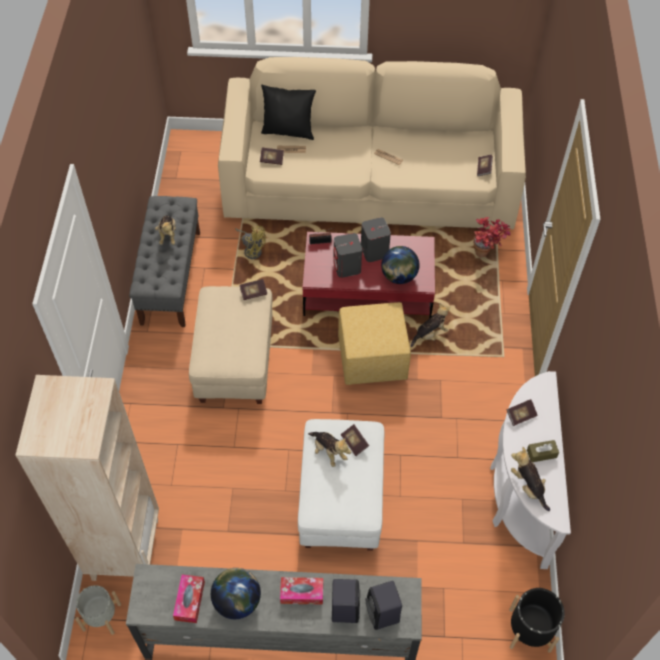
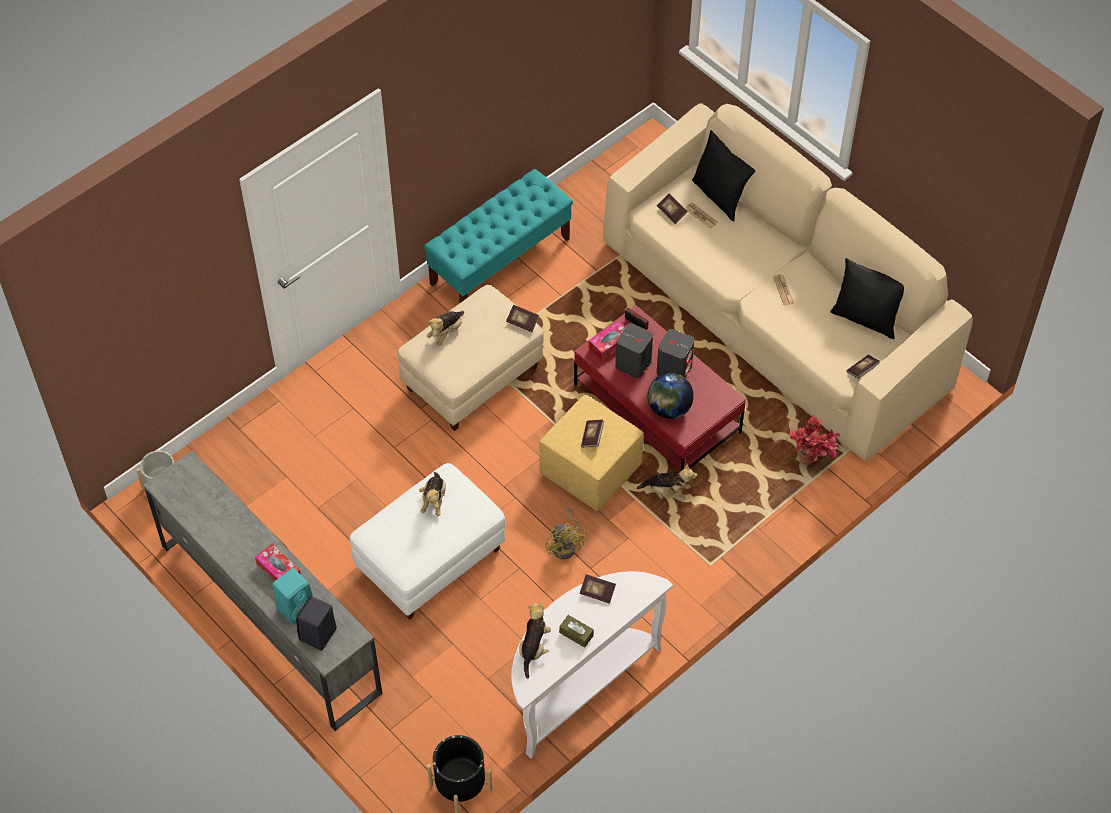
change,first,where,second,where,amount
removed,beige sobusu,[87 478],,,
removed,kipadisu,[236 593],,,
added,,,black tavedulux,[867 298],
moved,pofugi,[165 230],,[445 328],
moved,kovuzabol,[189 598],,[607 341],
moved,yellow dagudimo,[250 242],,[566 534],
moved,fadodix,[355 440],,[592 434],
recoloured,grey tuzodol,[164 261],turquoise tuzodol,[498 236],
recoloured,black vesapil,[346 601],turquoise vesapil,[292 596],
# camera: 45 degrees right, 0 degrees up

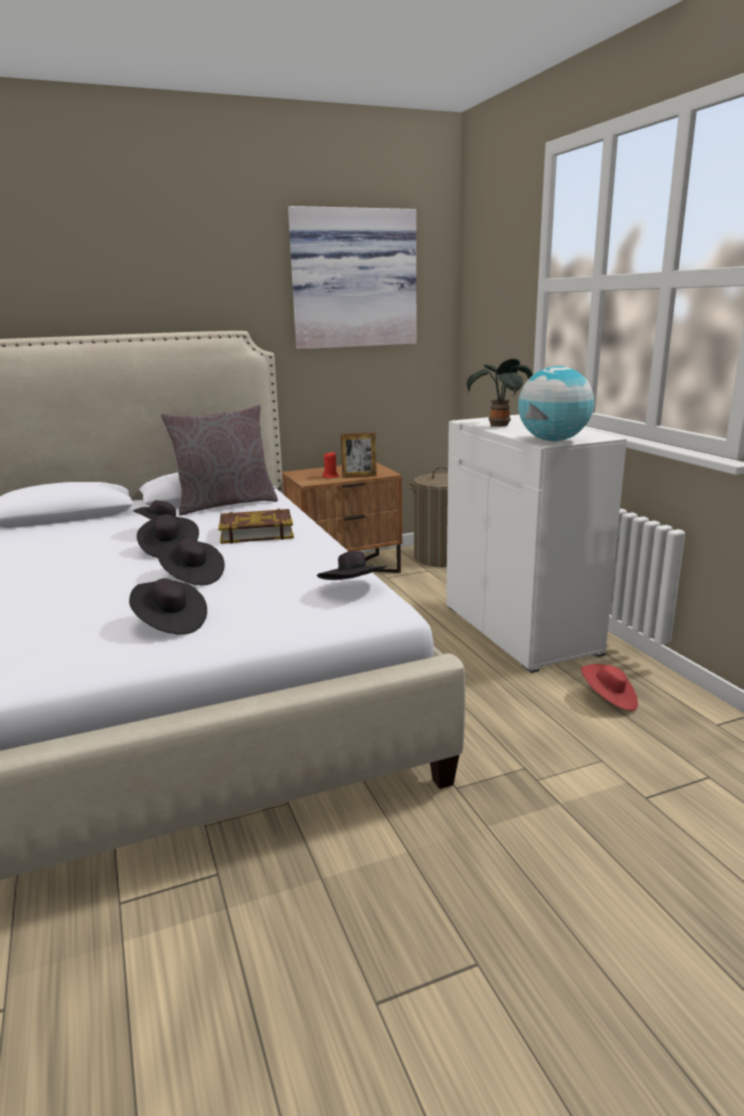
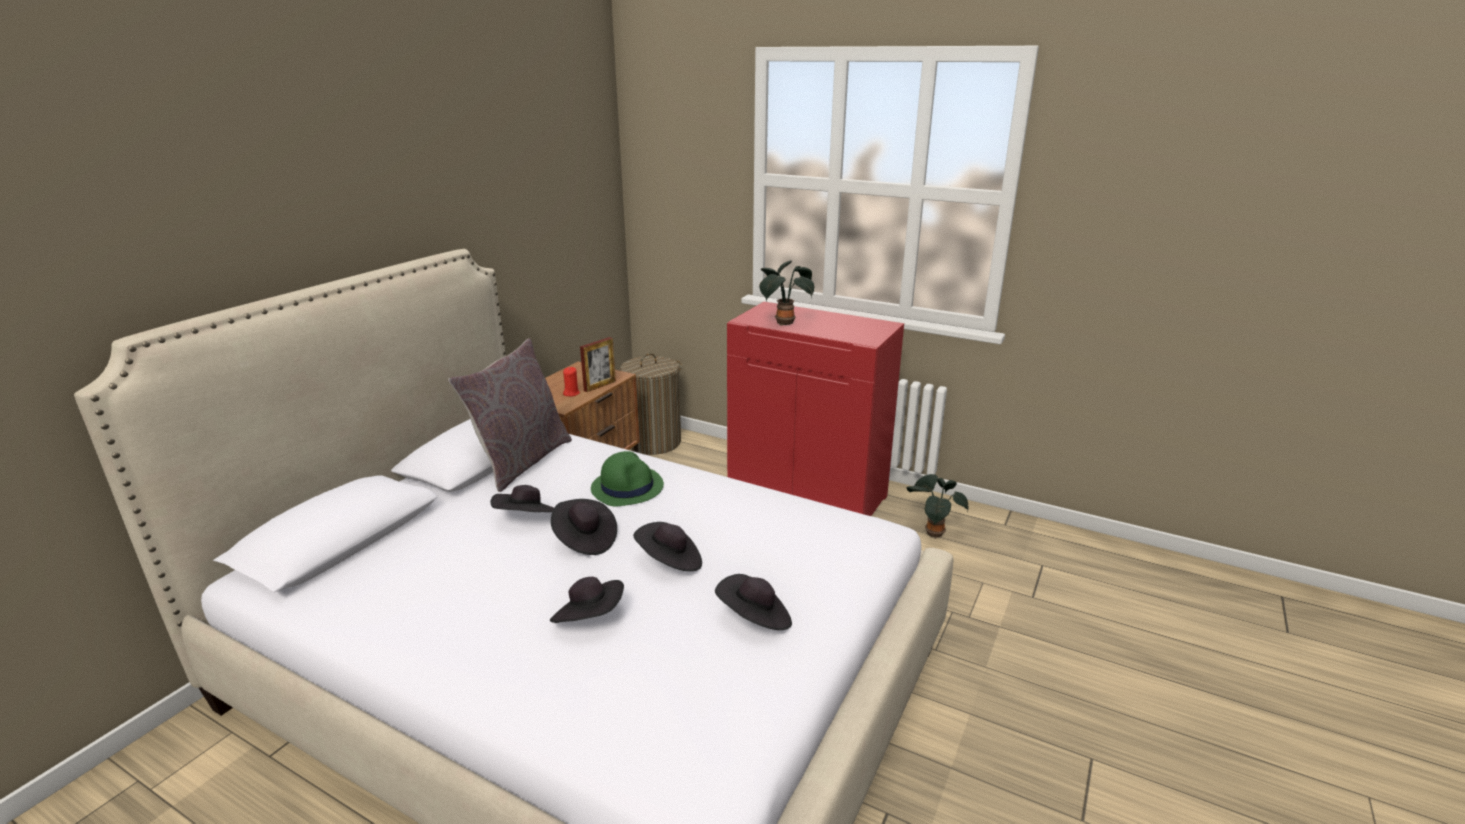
change,first,where,second,where,amount
removed,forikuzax,[352 278],,,
removed,kipadisu,[556 403],,,
moved,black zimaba,[352 565],,[587 600],
replaced,fadodix,[256 526],green zimaba,[627 478],
replaced,red zimaba,[609 687],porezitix,[937 506],
recoloured,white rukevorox,[536 544],red rukevorox,[815 409],
# camera: 40 degrees left, 5 degrees up

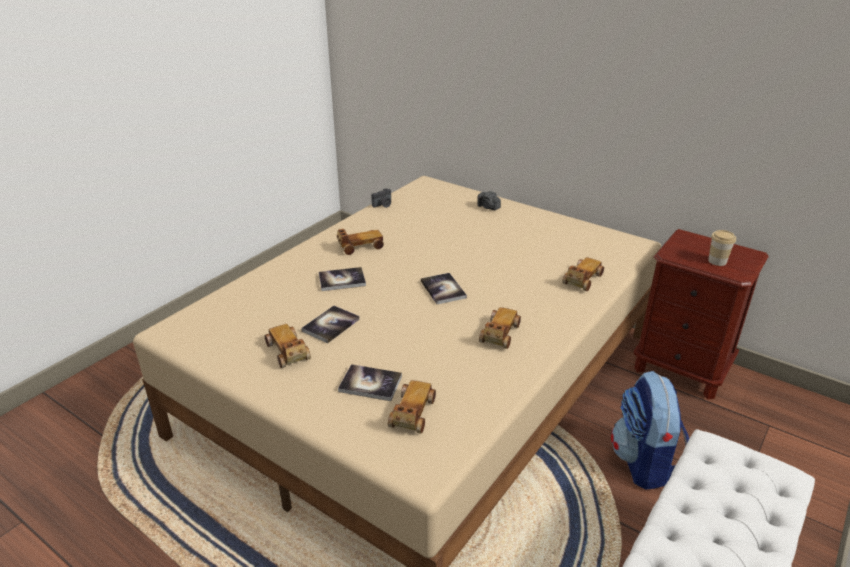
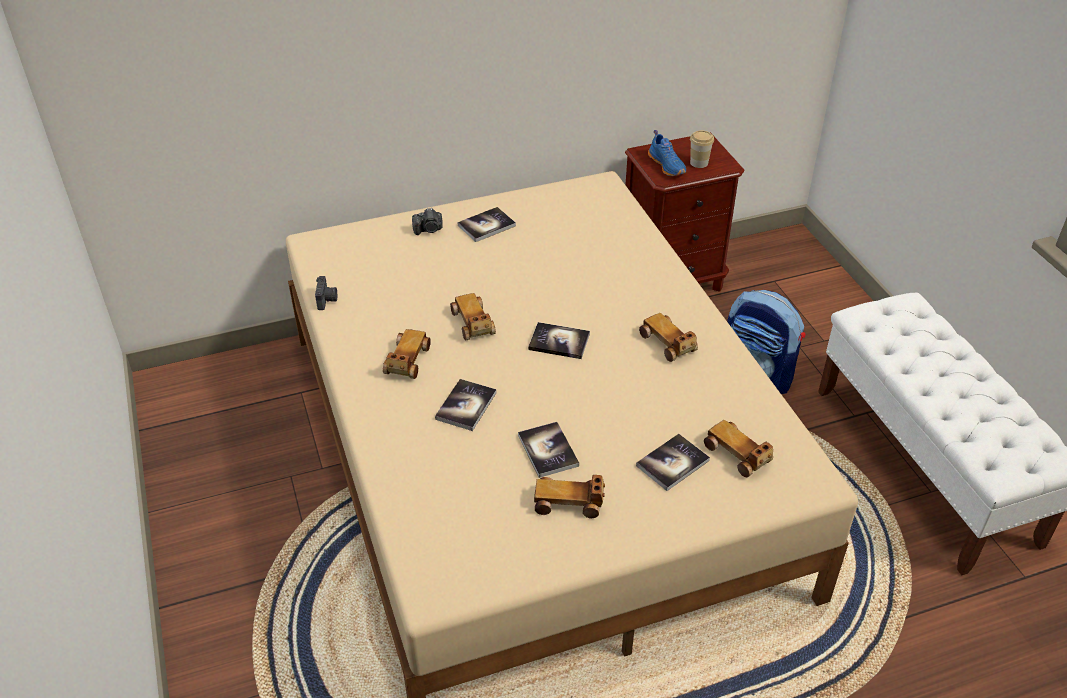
change,first,where,second,where,amount
added,,,fadodix,[487 224],
added,,,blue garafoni,[667 153],
moved,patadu,[583 274],,[473 317],
# camera: 55 degrees left, 10 degrees up

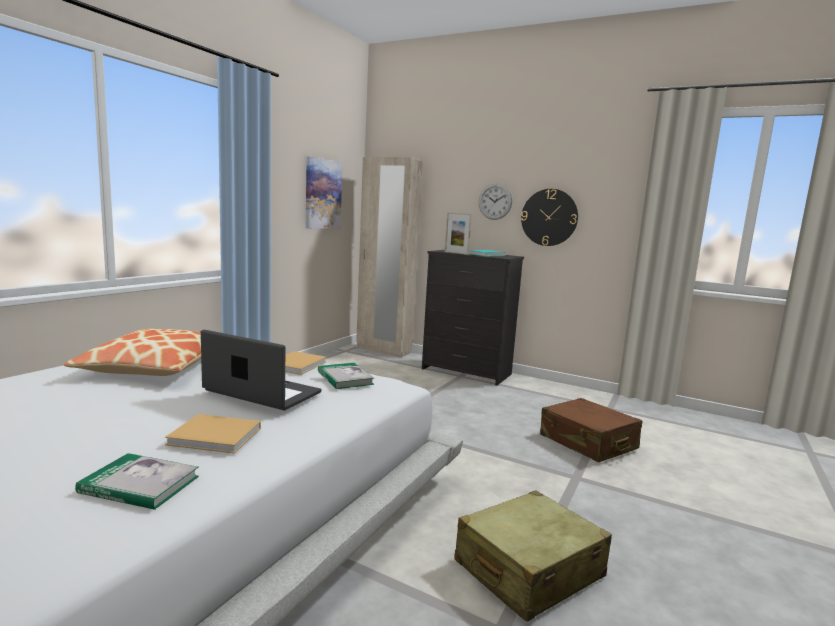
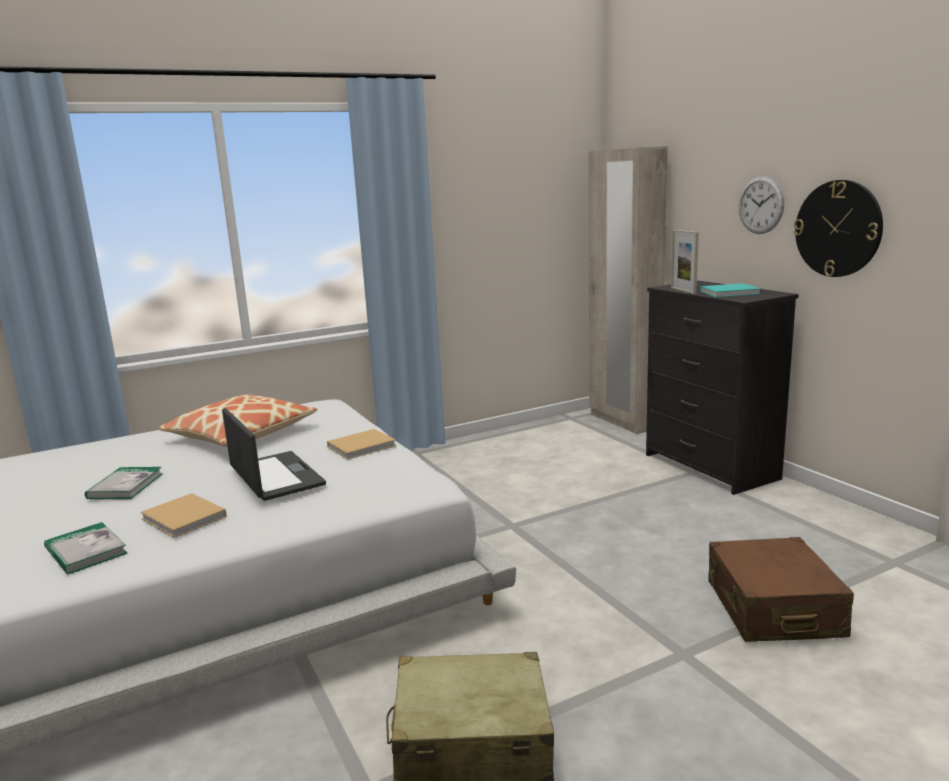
change,first,where,second,where,amount
removed,forikuzax,[324 193],,,
moved,fadodix,[346 376],,[124 483],
# camera: 35 degrees right, 5 degrees up

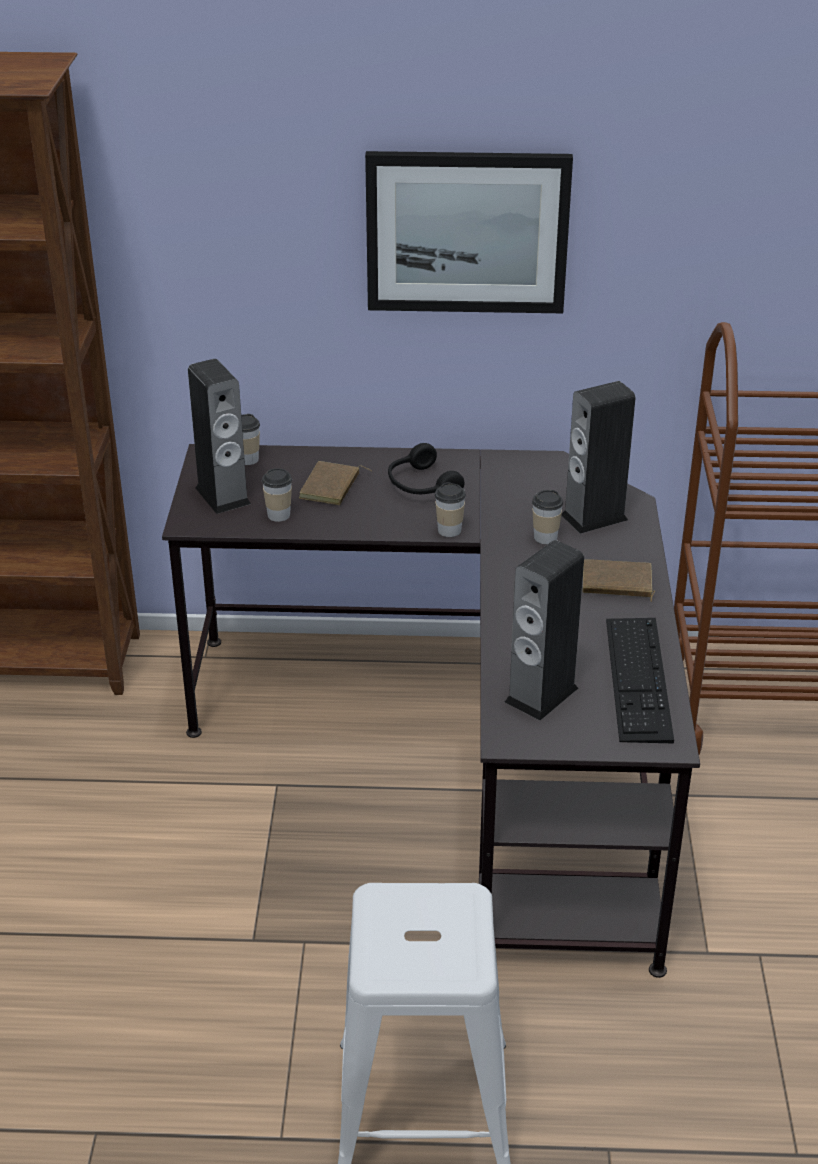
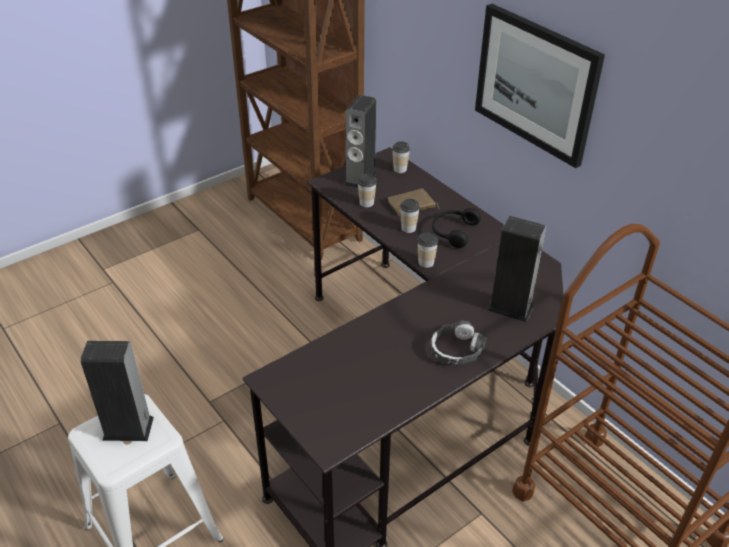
change,first,where,second,where,amount
removed,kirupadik,[640 680],,,
moved,vesapil,[544 630],,[117 391],
moved,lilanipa,[547 517],,[410 216],
replaced,brown fadodix,[618 580],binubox,[459 343],
# camera: 50 degrees right, 5 degrees up

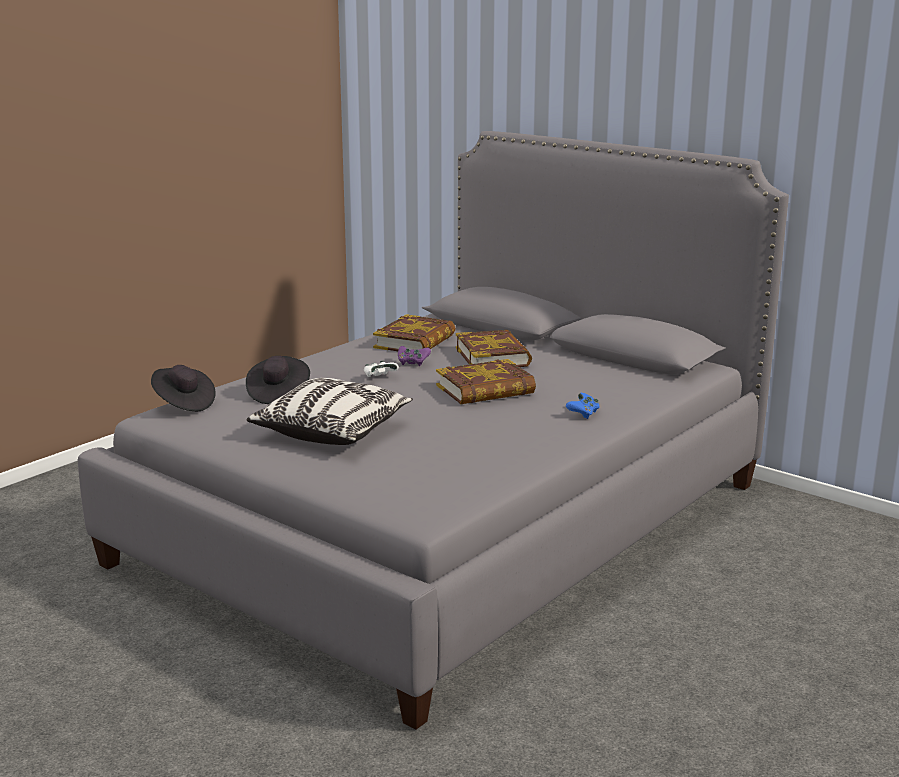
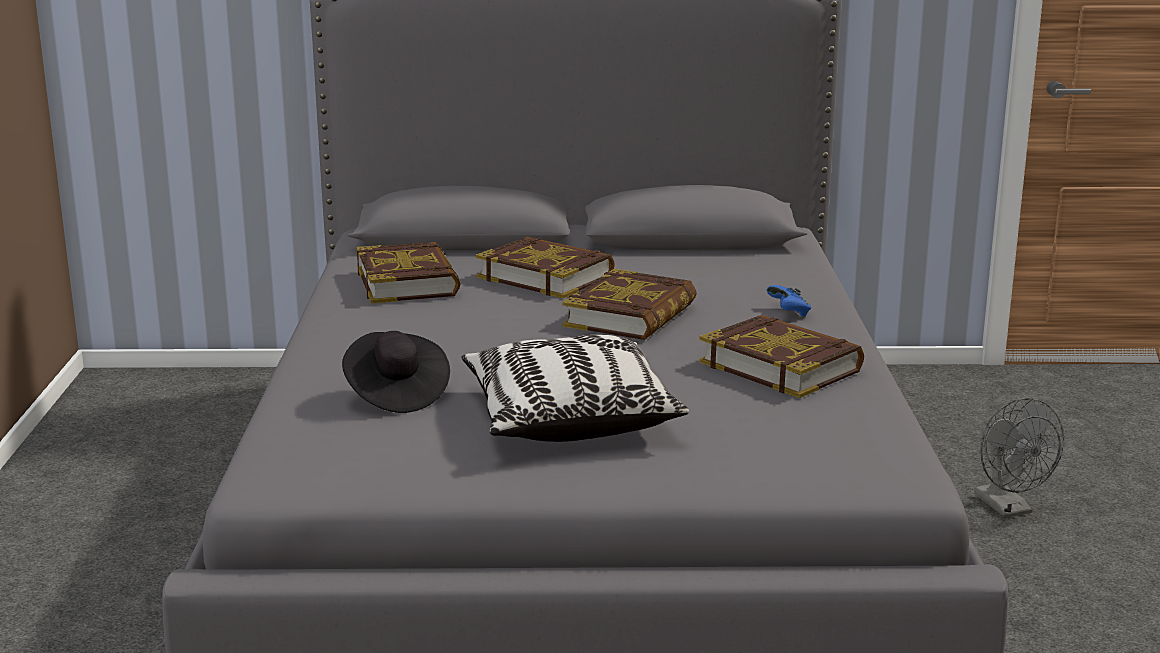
change,first,where,second,where,amount
removed,black zimaba,[183 388],,,
removed,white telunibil,[381 369],,,
removed,purple telunibil,[414 356],,,
added,,,fadodix,[781 356],
added,,,grey dagudimo,[1019 458],
# camera: 40 degrees left, 0 degrees up

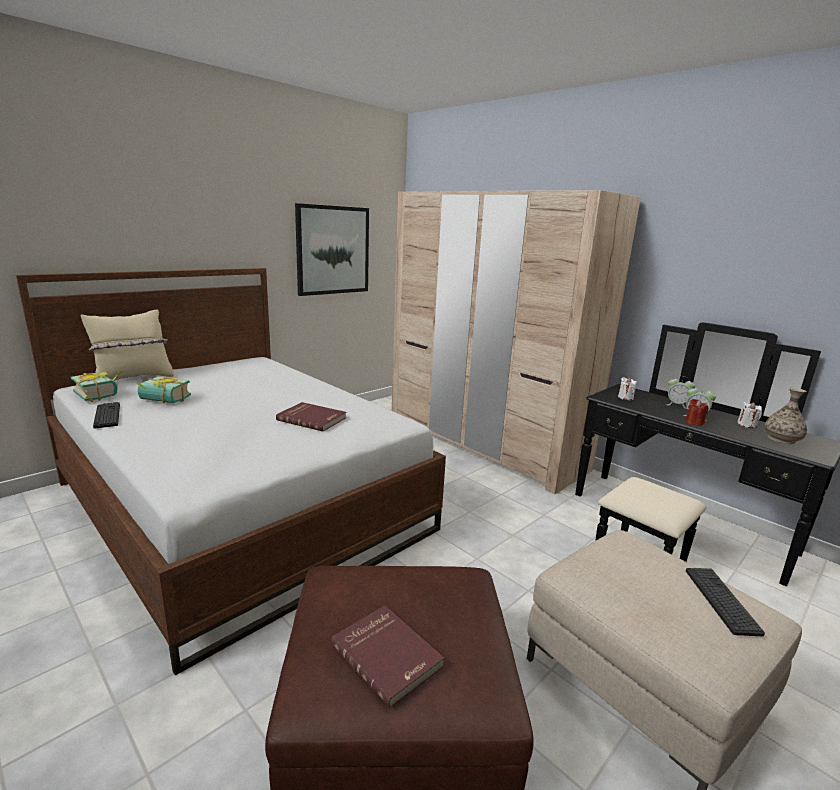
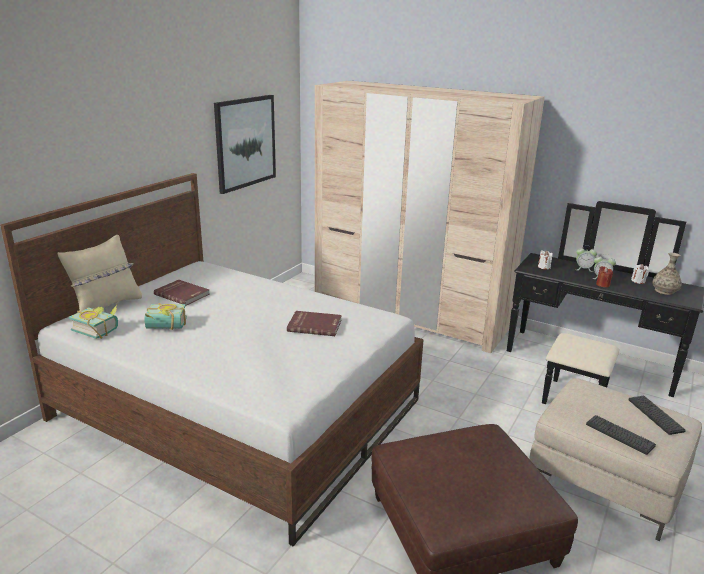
change,first,where,second,where,amount
moved,kirupadik,[106 415],,[621 435],
moved,red fadodix,[387 656],,[182 293],
# camera: 15 degrees left, 5 degrees up

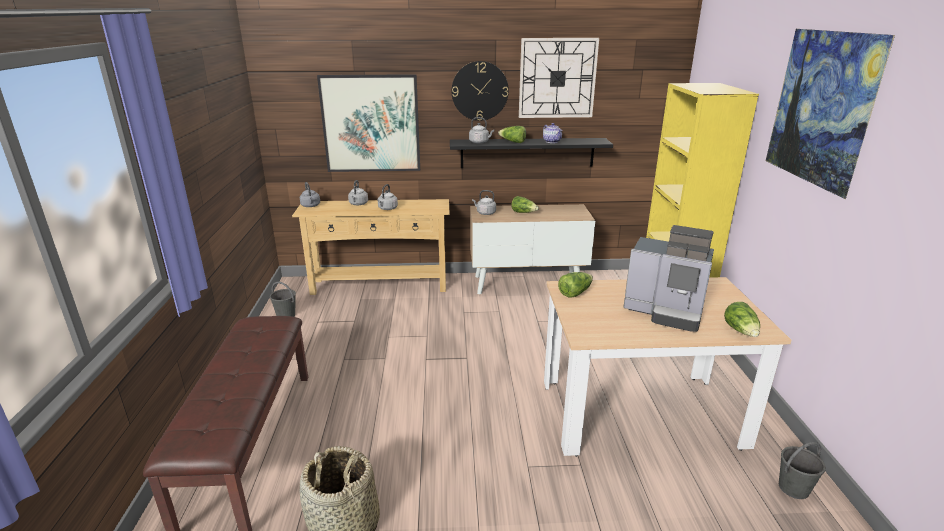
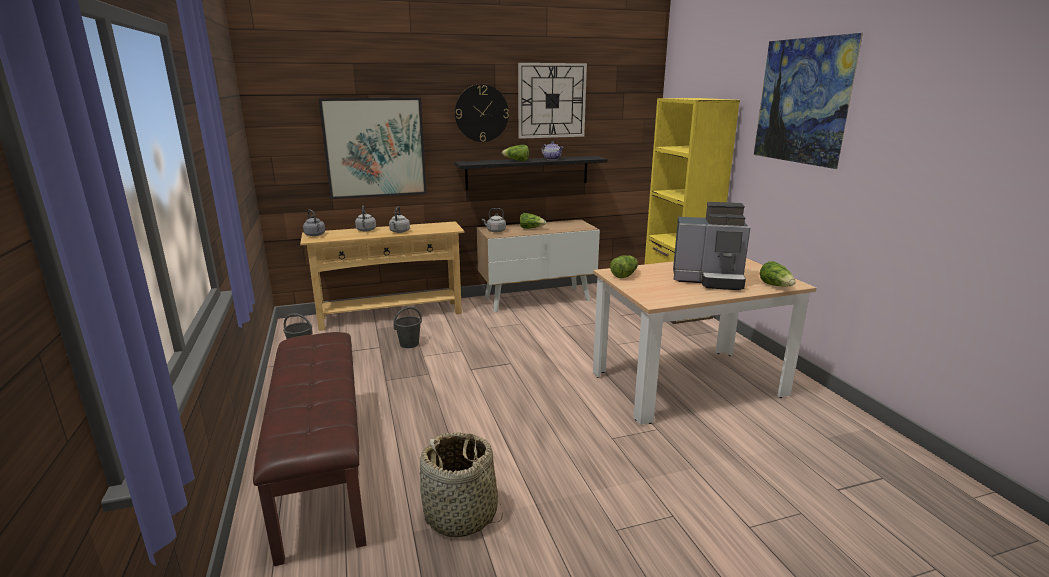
change,first,where,second,where,amount
removed,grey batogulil,[481 130],,,
moved,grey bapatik,[802 470],,[407 327],
# camera: 15 degrees left, 5 degrees down

